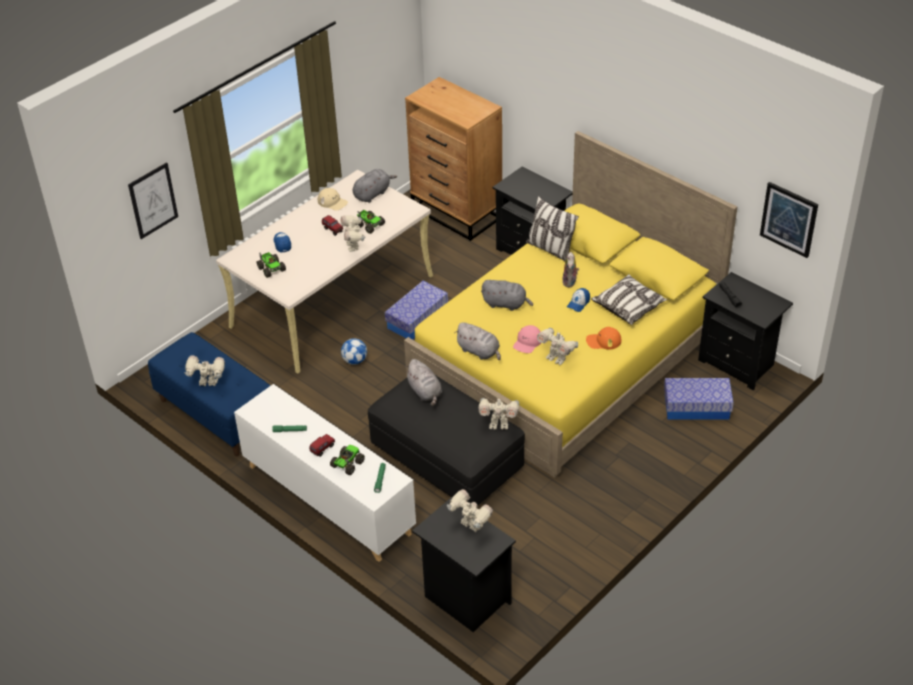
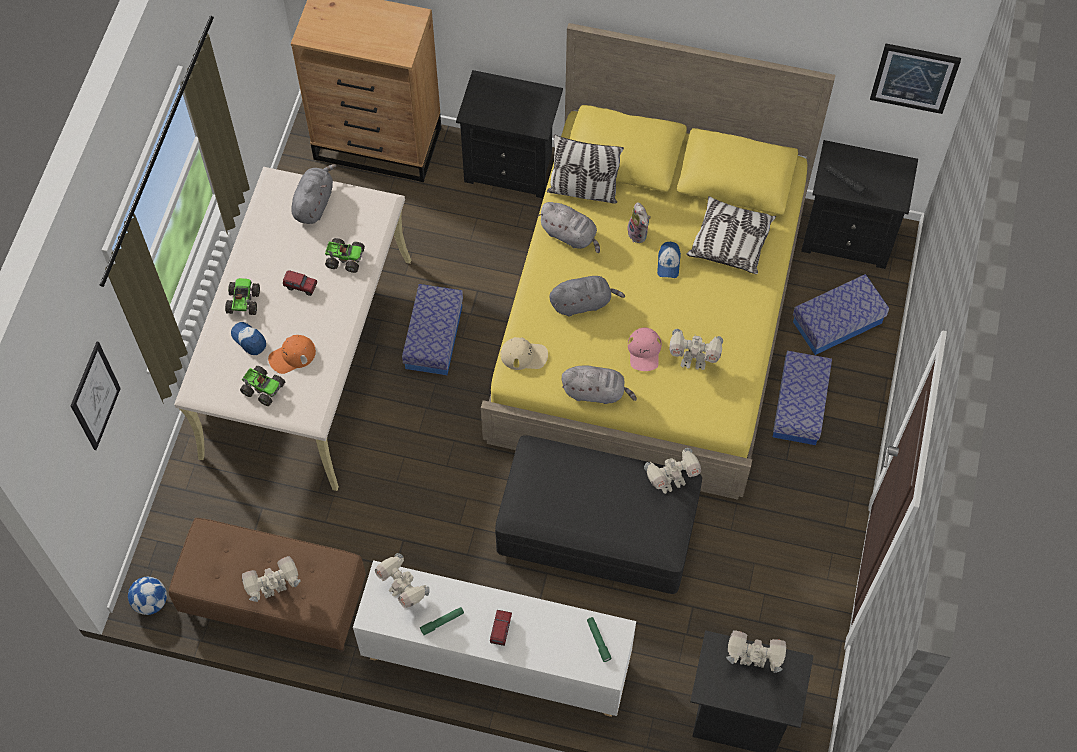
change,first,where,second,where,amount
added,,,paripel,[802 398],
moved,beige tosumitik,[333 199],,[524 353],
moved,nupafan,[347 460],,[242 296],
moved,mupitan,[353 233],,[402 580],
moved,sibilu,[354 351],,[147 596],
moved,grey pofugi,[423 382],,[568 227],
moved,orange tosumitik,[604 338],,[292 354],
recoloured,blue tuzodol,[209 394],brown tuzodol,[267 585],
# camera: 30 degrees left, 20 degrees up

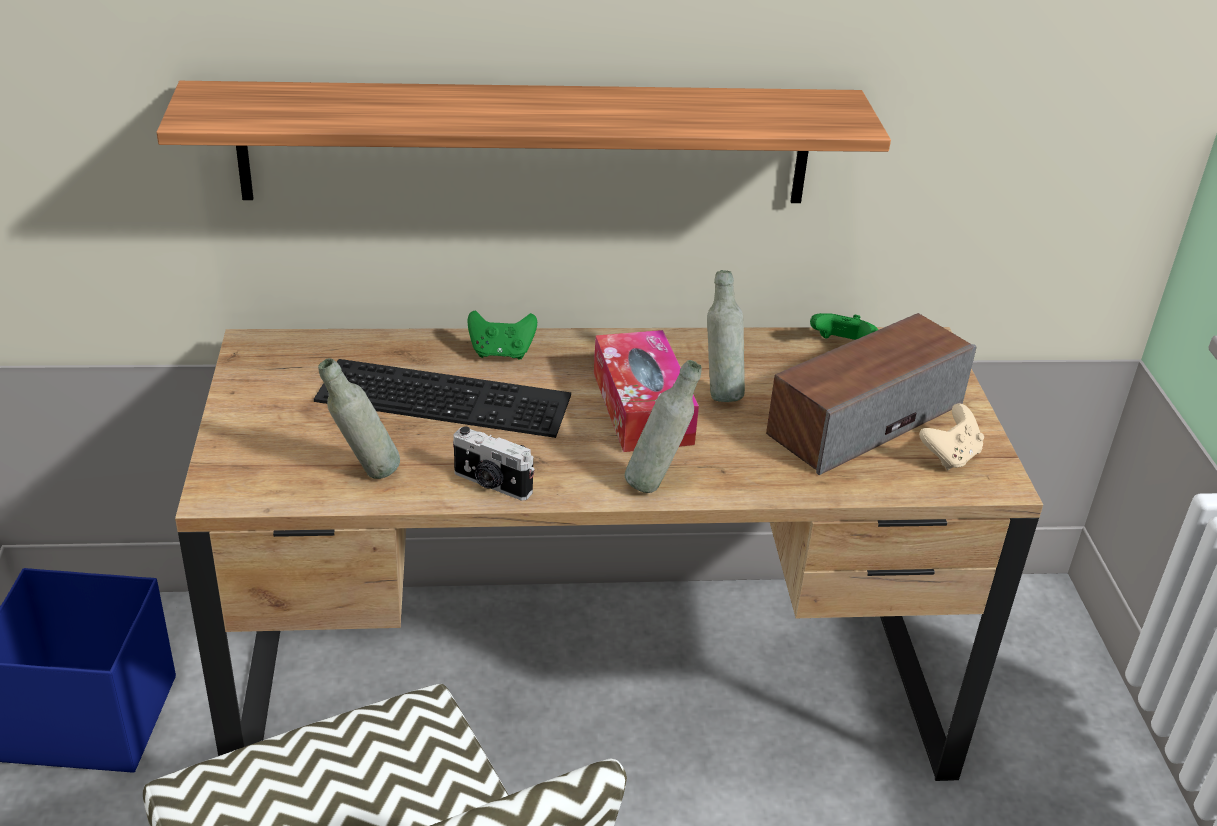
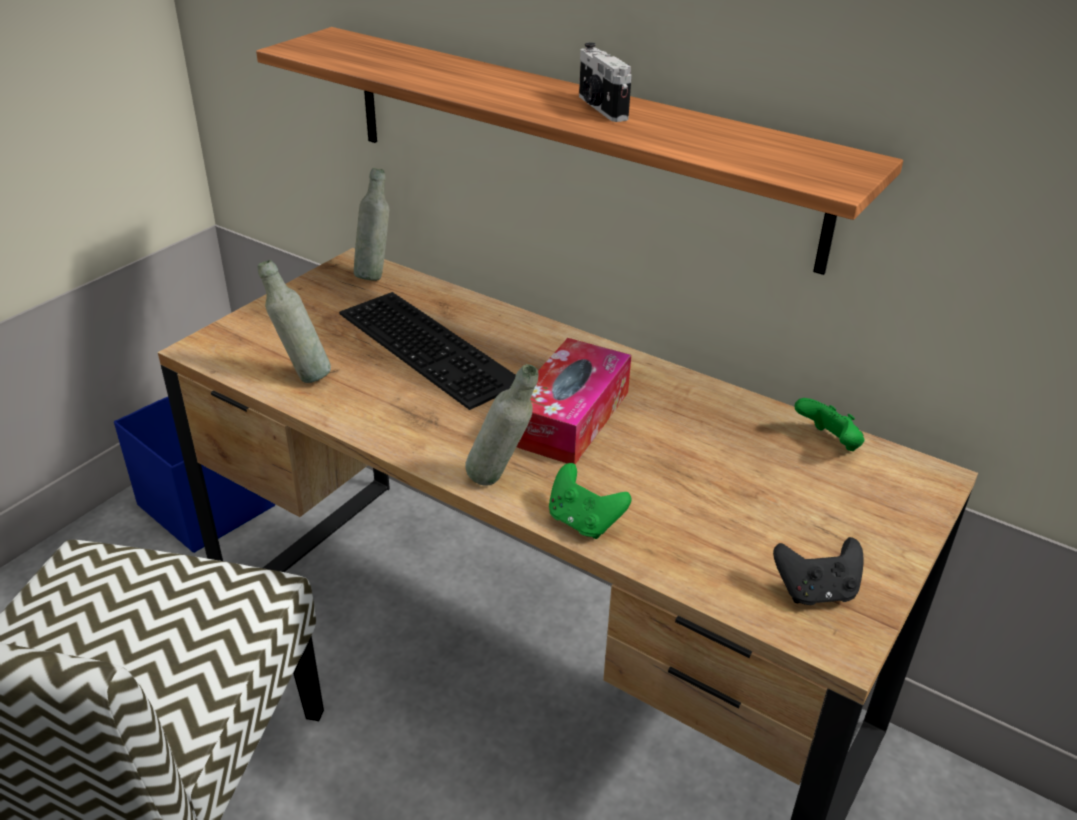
change,first,where,second,where,amount
removed,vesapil,[871 394],,,
moved,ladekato,[494 463],,[605 82],
moved,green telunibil,[502 335],,[590 501],
moved,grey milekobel,[726 336],,[371 224],
recoloured,beige telunibil,[951 436],black telunibil,[818 571],
# camera: 40 degrees right, 0 degrees up

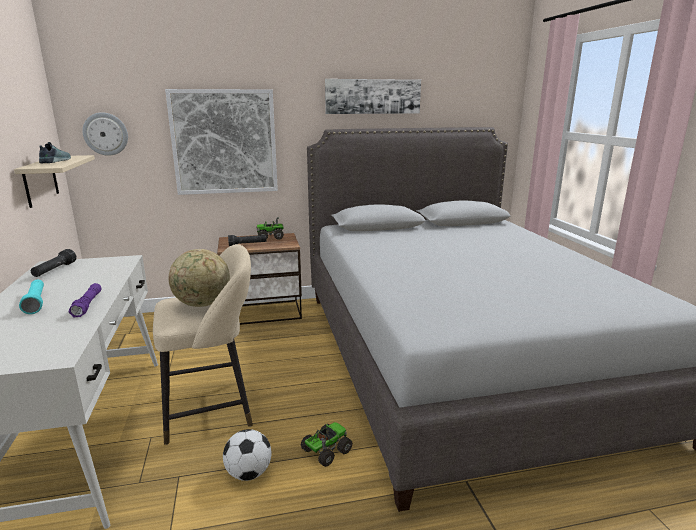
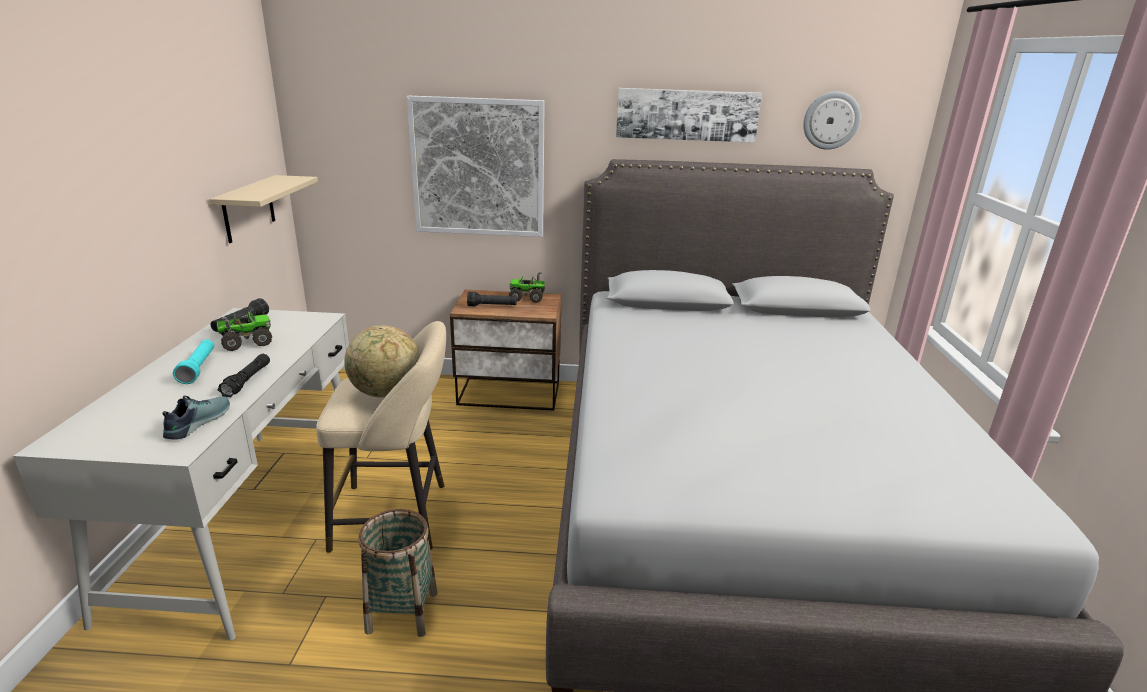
change,first,where,second,where,amount
moved,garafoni,[55 152],,[196 418],
moved,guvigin,[105 134],,[832 120],
moved,nupafan,[327 444],,[244 331],
replaced,sibilu,[247 455],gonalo,[398 573],
recoloured,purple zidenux,[84 300],black zidenux,[244 375],
# camera: 15 degrees right, 5 degrees up

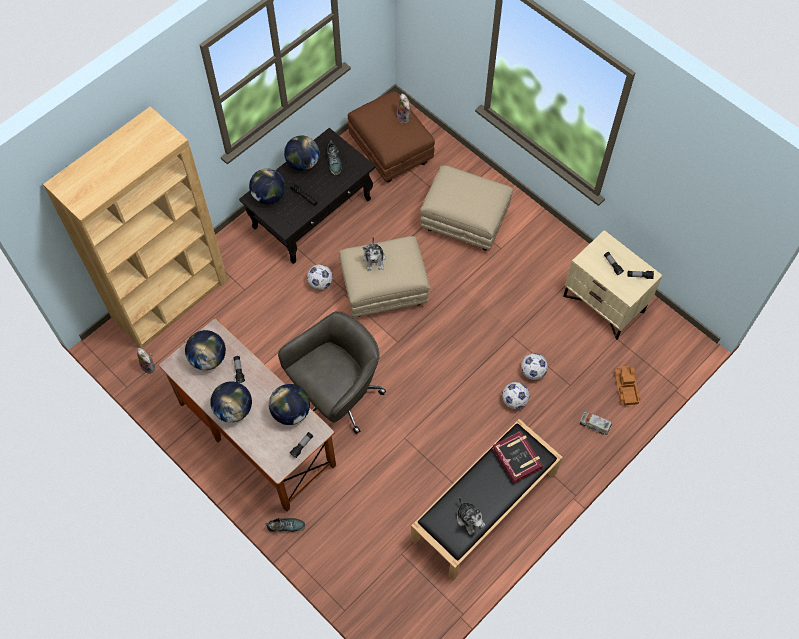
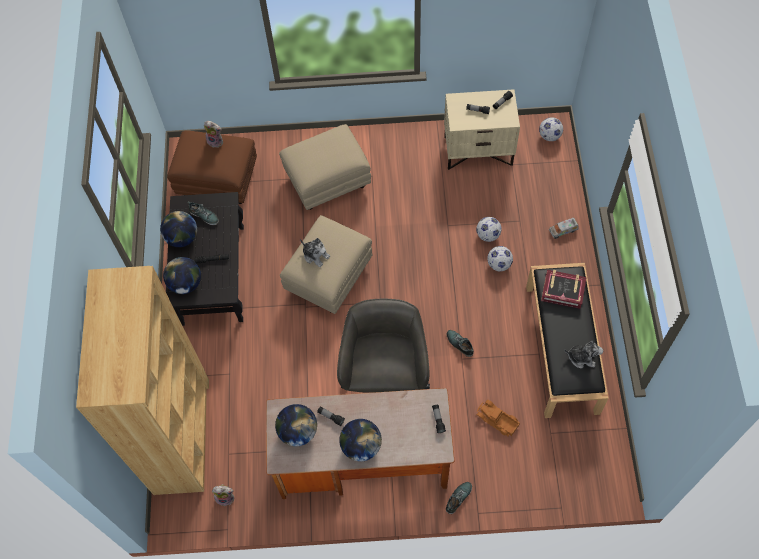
change,first,where,second,where,amount
removed,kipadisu,[289 404],,,
added,,,garafoni,[460 343],
moved,sibilu,[320 277],,[551 129],
moved,nupafan,[627 386],,[498 418],
# camera: 45 degrees left, 0 degrees up

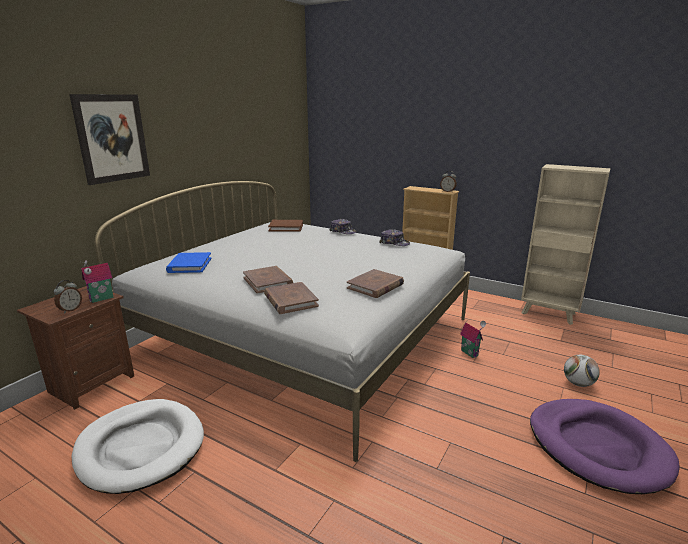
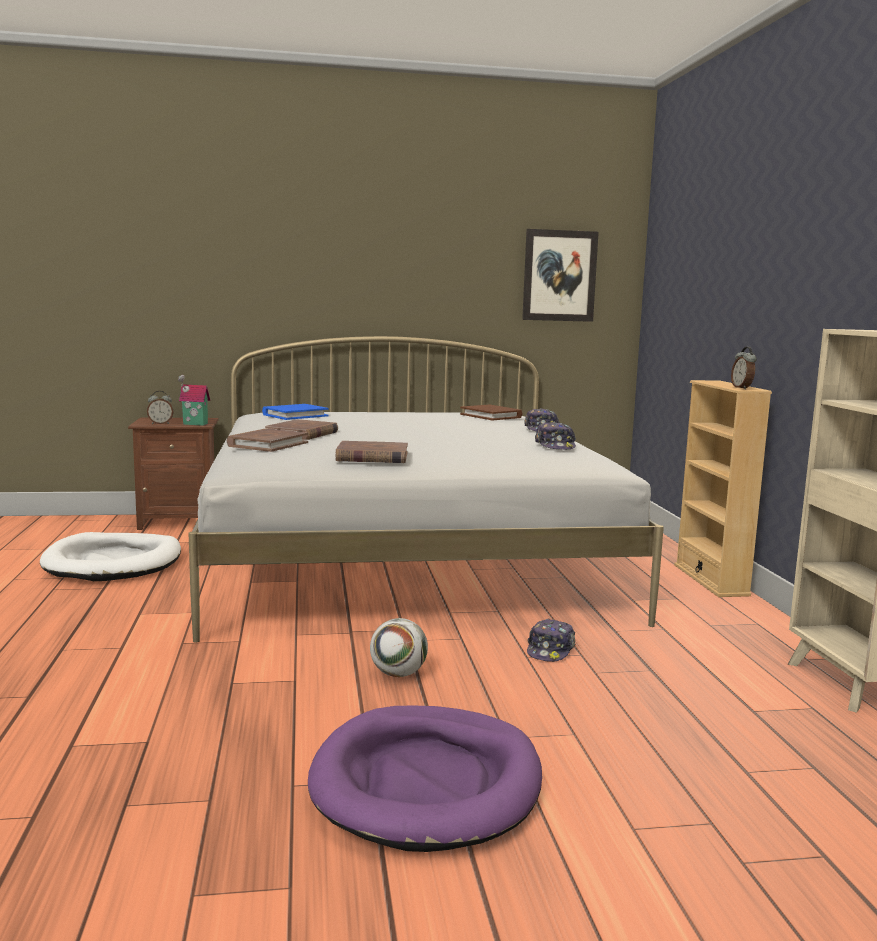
change,first,where,second,where,amount
moved,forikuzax,[109 139],,[560 275],
moved,sibilu,[582 371],,[399 647],
replaced,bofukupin,[473 339],tosumitik,[551 640],
# camera: 50 degrees right, 10 degrees down

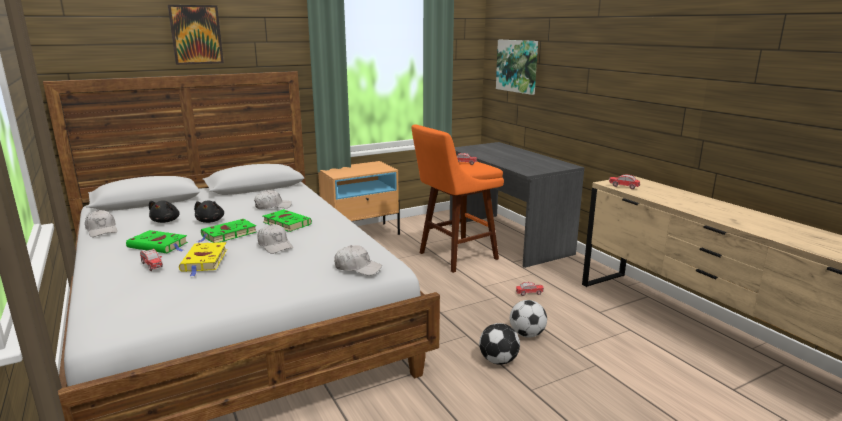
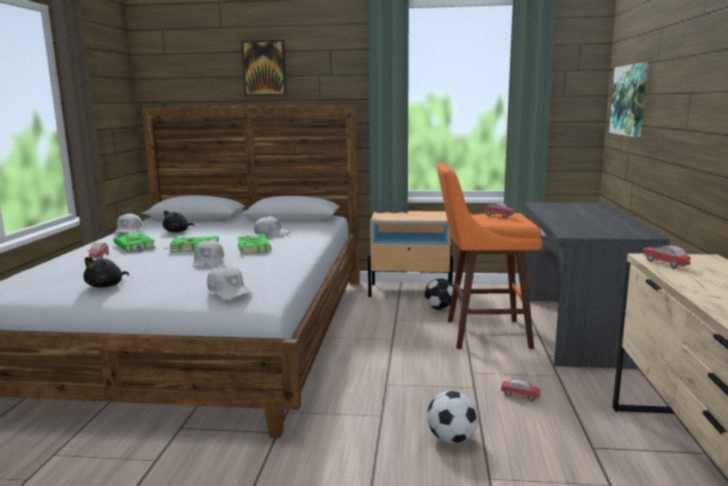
change,first,where,second,where,amount
removed,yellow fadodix,[203 259],,,
moved,black pofugi,[209 211],,[106 272],
moved,sibilu,[499 344],,[439 294],
# camera: 35 degrees right, 5 degrees down

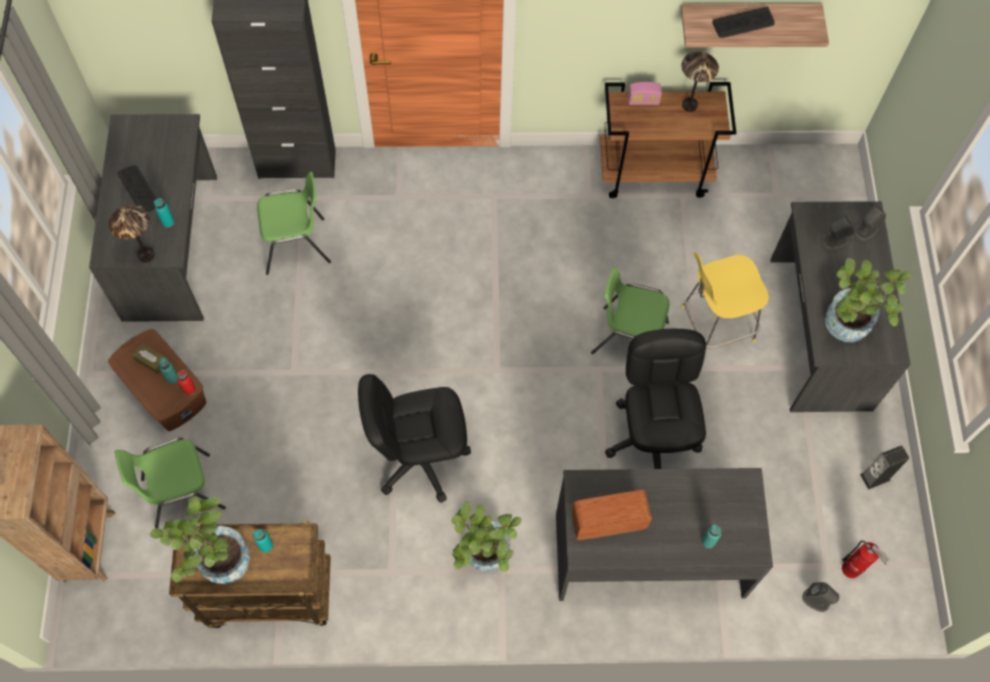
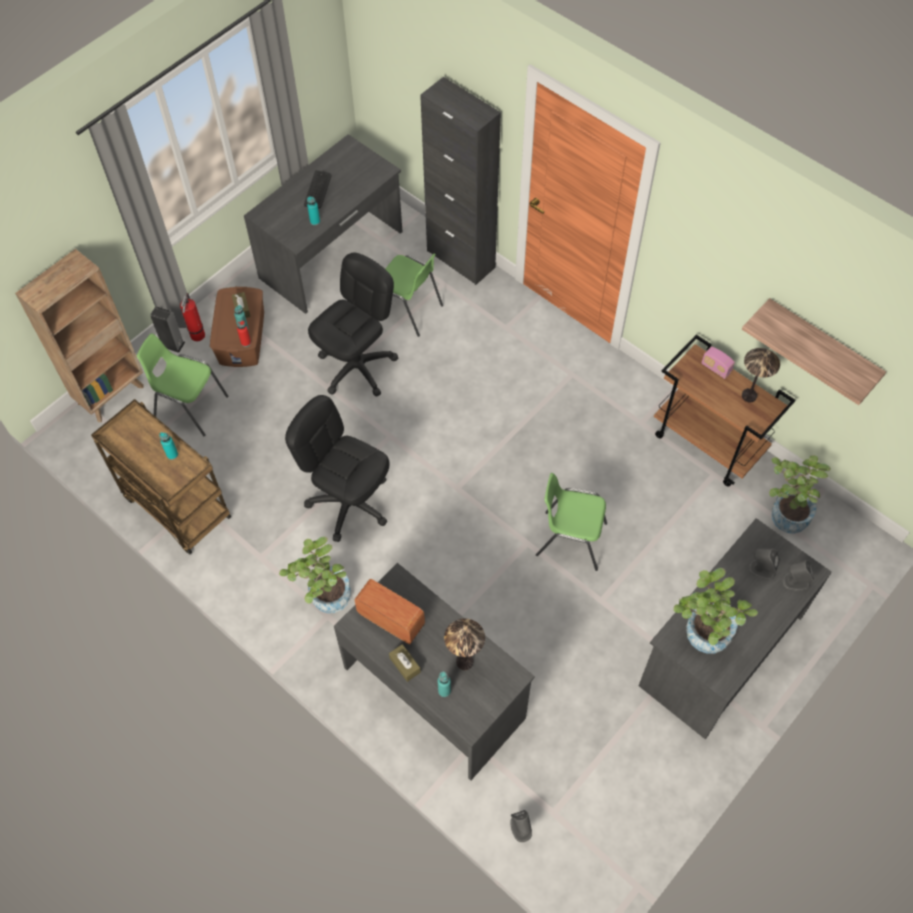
change,first,where,second,where,amount
removed,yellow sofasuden,[725 300],,,
removed,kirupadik,[743 22],,,
added,,,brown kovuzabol,[405 663],
moved,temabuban,[132 233],,[464 644],
moved,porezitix,[200 540],,[800 494],
moved,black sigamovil,[655 399],,[353 325],
moved,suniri,[866 559],,[192 317],
moved,vesapil,[884 467],,[167 330],
turned,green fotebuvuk,[630 310],,[571 522],45 degrees counterclockwise
# camera: 45 degrees right, 5 degrees down

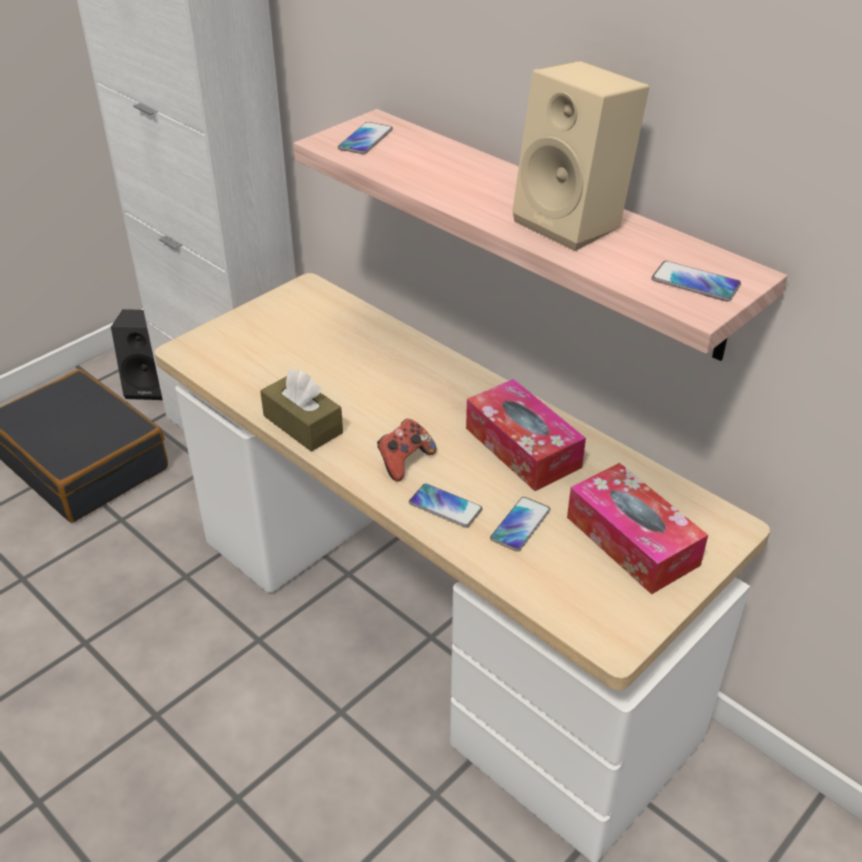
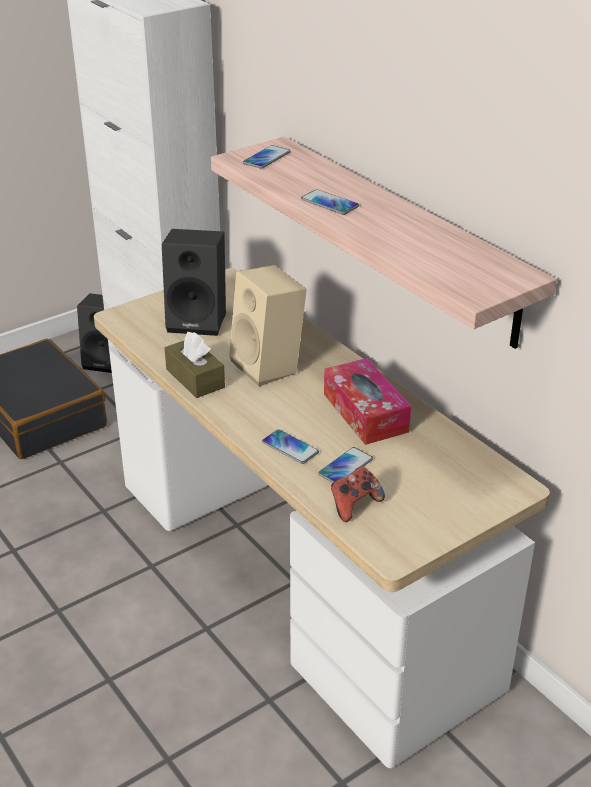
change,first,where,second,where,amount
removed,kovuzabol,[637 528],,,
added,,,black vesapil,[194 282],
moved,telunibil,[407 450],,[358 494],
moved,beige vesapil,[581 156],,[268 326],
moved,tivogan,[696 281],,[330 202],
# camera: 10 degrees right, 5 degrees down

